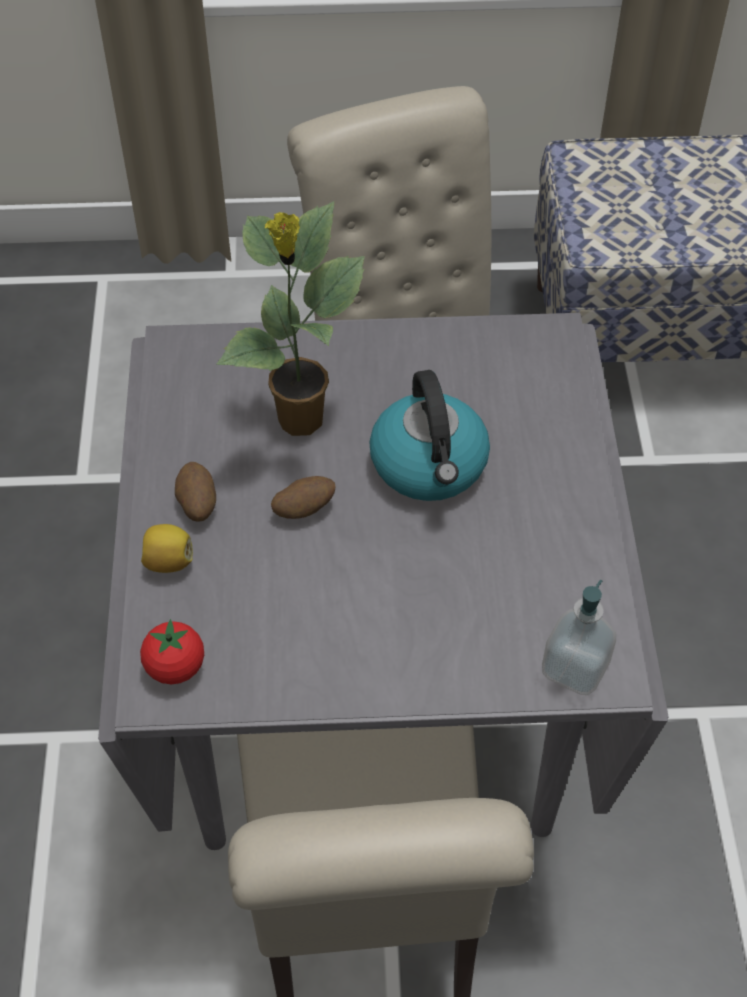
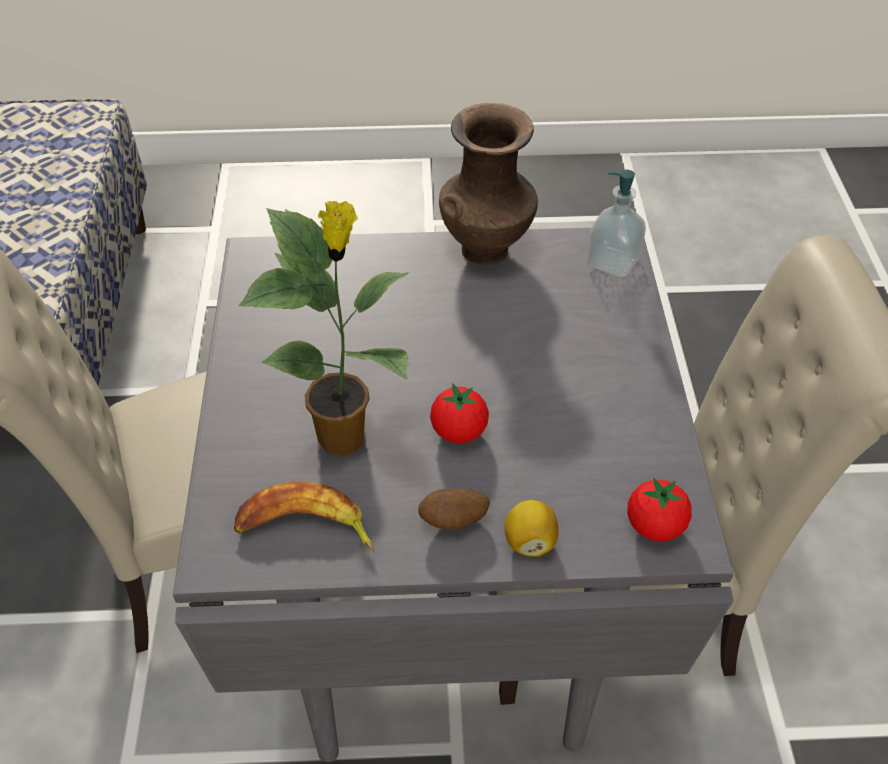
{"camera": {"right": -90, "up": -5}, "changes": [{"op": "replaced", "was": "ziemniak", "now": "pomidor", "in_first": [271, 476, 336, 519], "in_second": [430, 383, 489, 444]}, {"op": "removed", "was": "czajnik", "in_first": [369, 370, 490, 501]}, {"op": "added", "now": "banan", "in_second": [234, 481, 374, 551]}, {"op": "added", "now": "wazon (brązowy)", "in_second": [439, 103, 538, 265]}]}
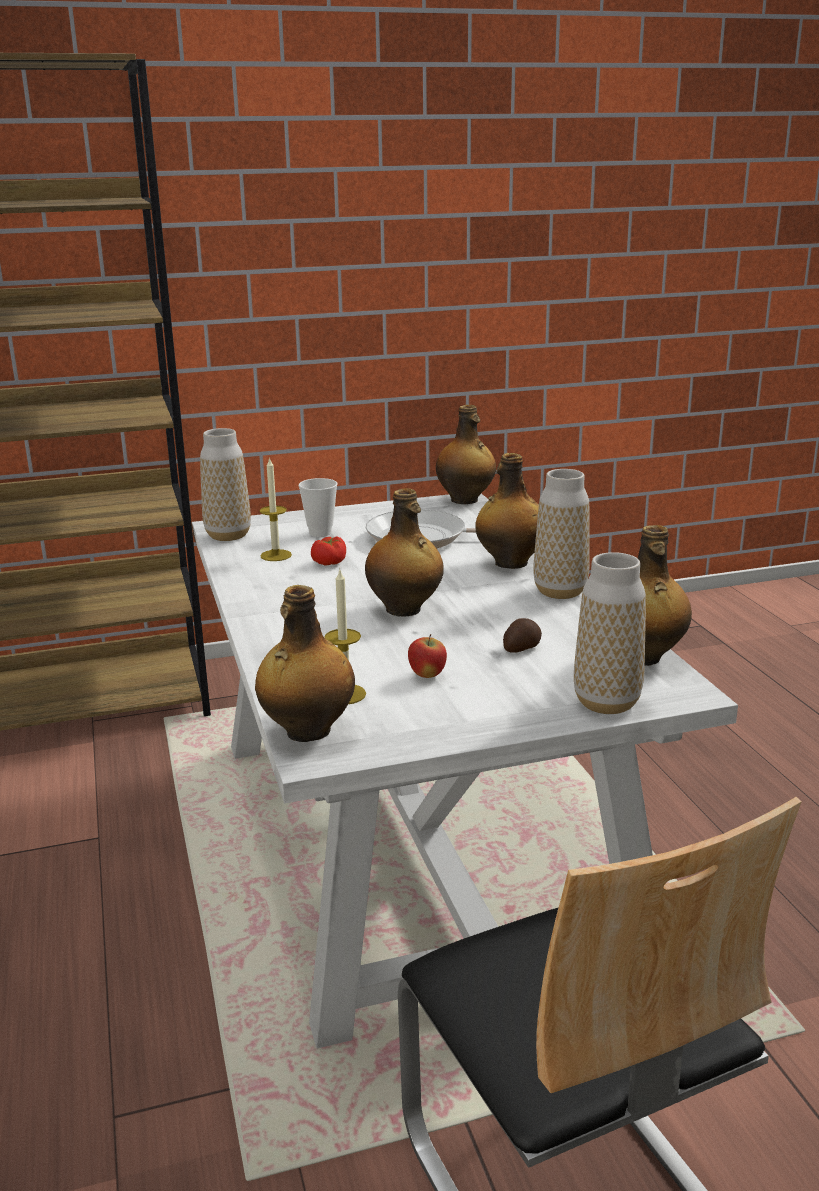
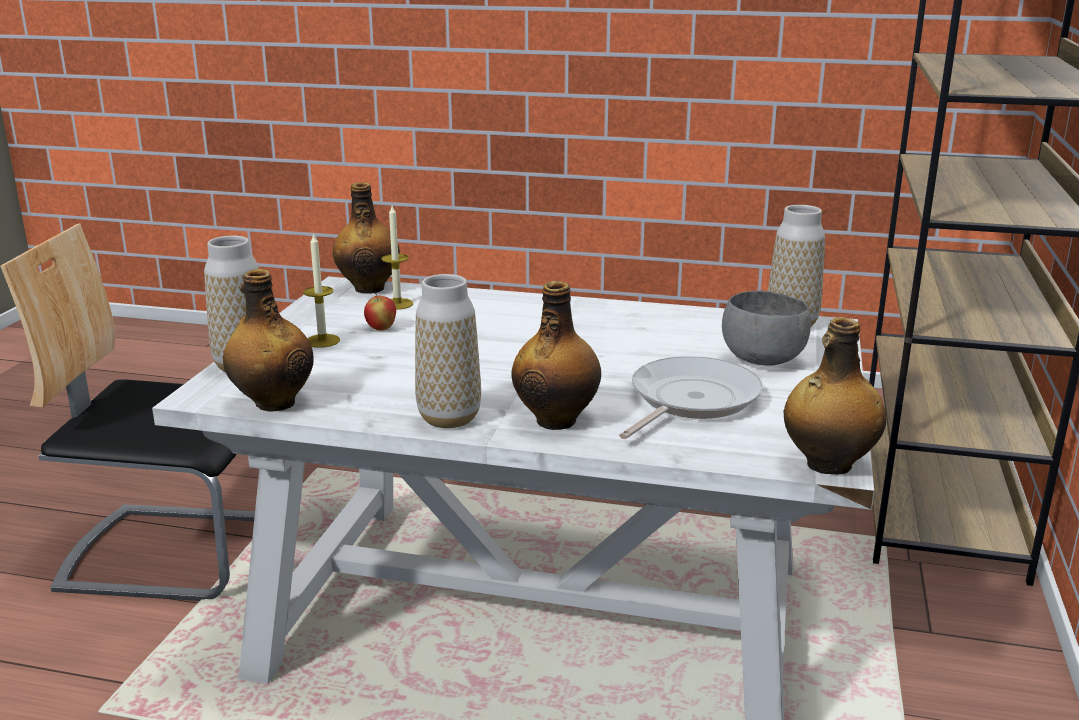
{"camera": {"right": 120, "up": 0}, "changes": [{"op": "moved", "was": "świeca", "in_first": [259, 457, 292, 561], "in_second": [303, 233, 340, 348]}, {"op": "replaced", "was": "filiżanka", "now": "miska (szary)", "in_first": [299, 478, 337, 537], "in_second": [722, 291, 811, 366]}, {"op": "removed", "was": "pomidor", "in_first": [311, 537, 346, 566]}, {"op": "removed", "was": "butelka", "in_first": [365, 488, 444, 617]}, {"op": "removed", "was": "ziemniak", "in_first": [503, 618, 542, 653]}]}
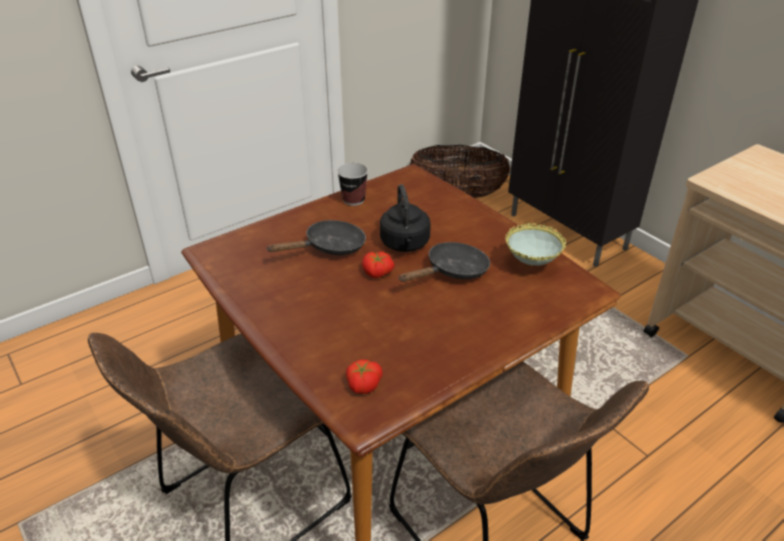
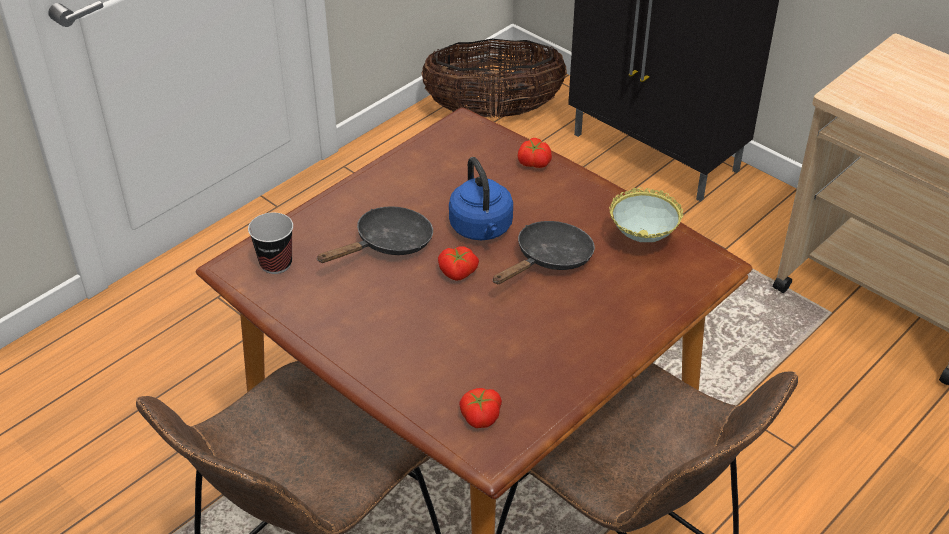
{"camera": {"right": -10, "up": 5}, "changes": [{"op": "moved", "was": "filiżanka", "in_first": [337, 163, 368, 206], "in_second": [248, 213, 293, 274]}, {"op": "recoloured", "was": "czajnik (czarny)", "now": "czajnik (niebieski)", "in_first": [380, 184, 431, 252], "in_second": [449, 157, 513, 240]}, {"op": "added", "now": "pomidor", "in_second": [518, 138, 552, 168]}]}
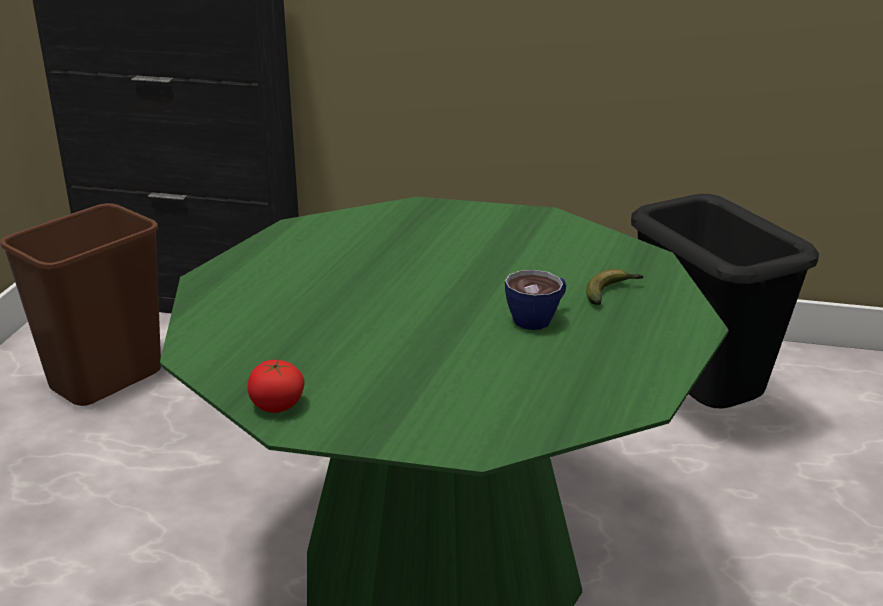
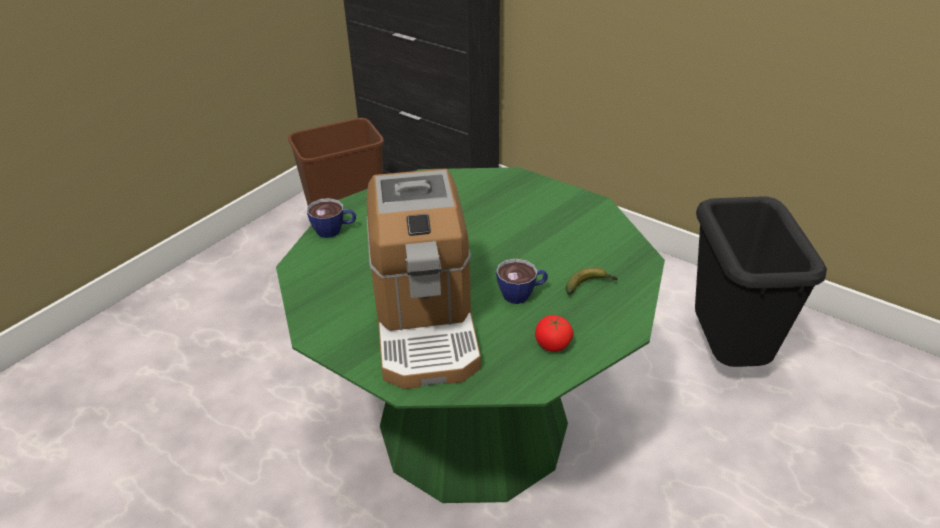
{"camera": {"right": 25, "up": 10}, "changes": [{"op": "moved", "was": "pomidor", "in_first": [248, 360, 304, 413], "in_second": [535, 315, 574, 352]}, {"op": "added", "now": "filiżanka", "in_second": [307, 198, 356, 238]}, {"op": "added", "now": "ekspres do kawy", "in_second": [367, 168, 481, 389]}]}
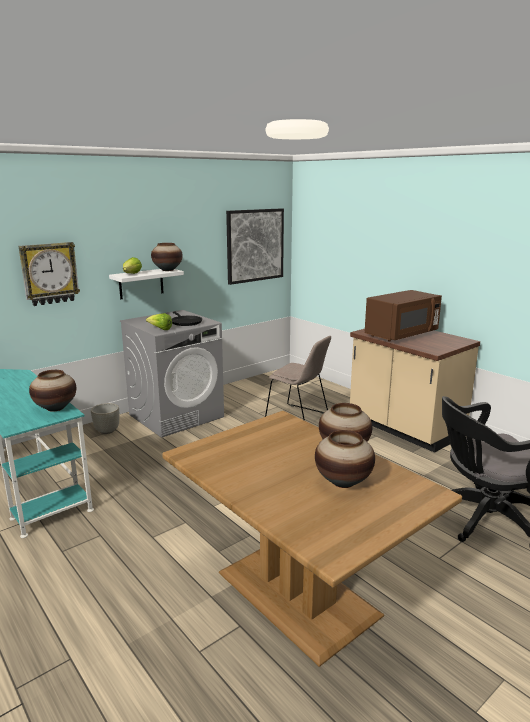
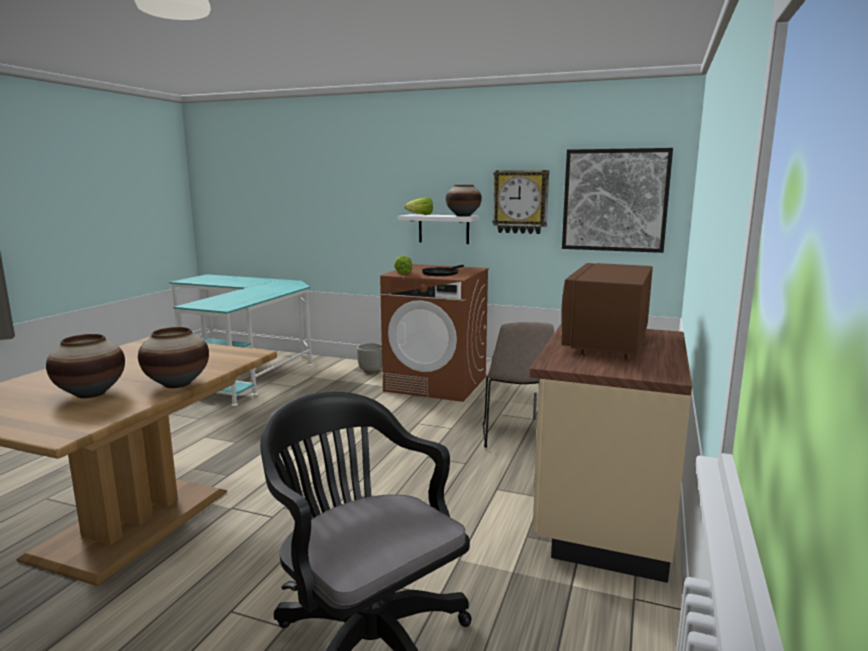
{"camera": {"right": 60, "up": -5}, "changes": [{"op": "moved", "was": "zegar ścienny", "in_first": [19, 242, 80, 306], "in_second": [492, 170, 549, 234]}, {"op": "removed", "was": "wazon", "in_first": [29, 370, 76, 412]}, {"op": "recoloured", "was": "pralka (szary)", "now": "pralka (brązowy)", "in_first": [120, 310, 224, 438], "in_second": [380, 264, 489, 402]}, {"op": "turned", "was": "mikrofalówka (brązowy)", "in_first": [364, 290, 442, 342], "in_second": [561, 263, 653, 359], "clockwise": 90}]}
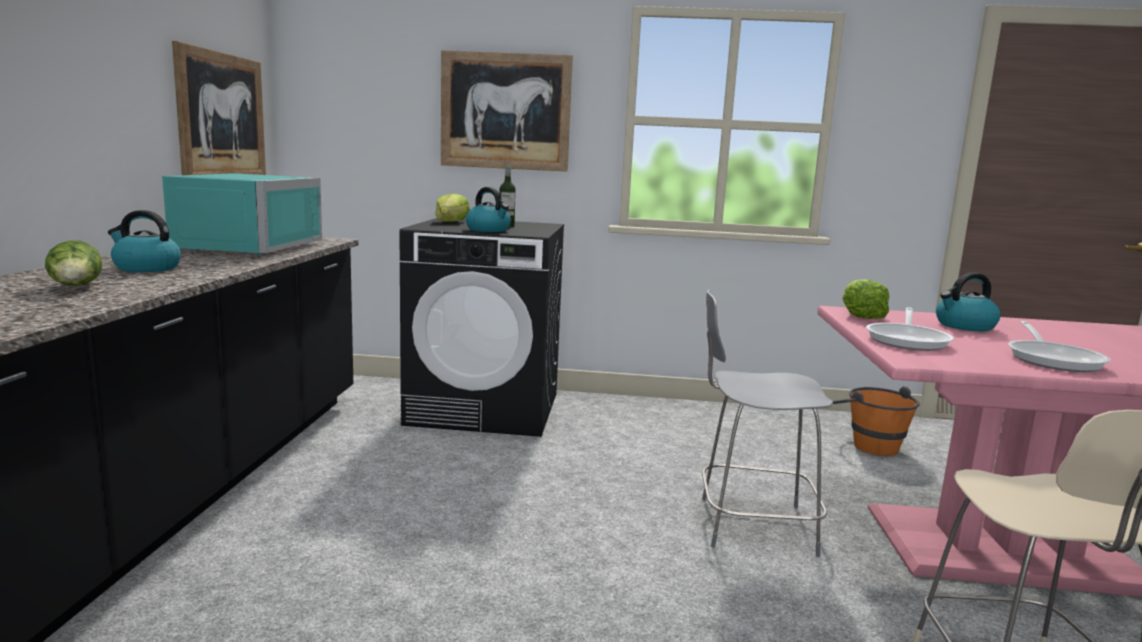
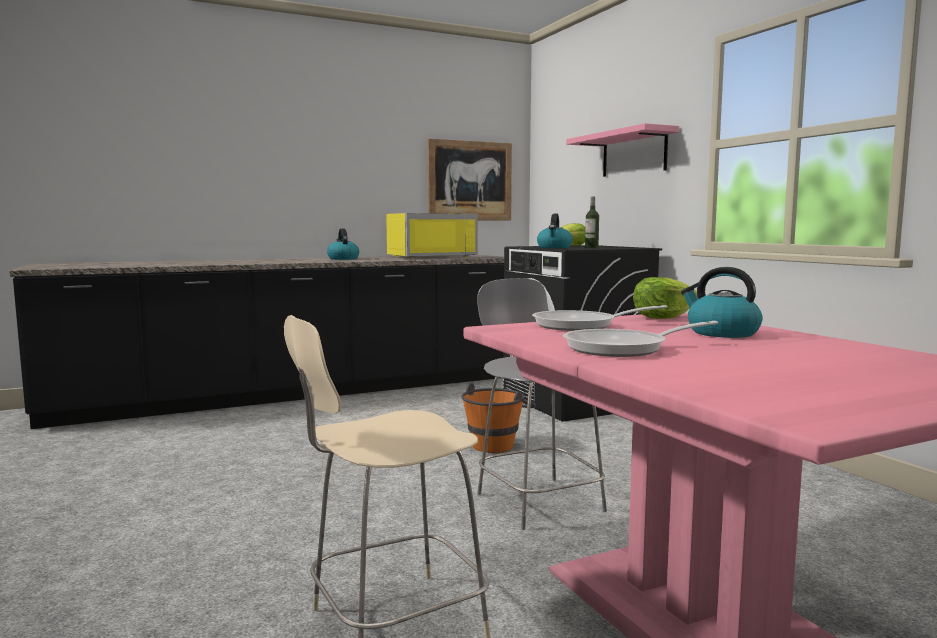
{"camera": {"right": 60, "up": -5}, "changes": [{"op": "removed", "was": "sałata", "in_first": [45, 240, 102, 286]}, {"op": "recoloured", "was": "mikrofalówka (turkusowy)", "now": "mikrofalówka (żółty)", "in_first": [162, 173, 322, 256], "in_second": [386, 213, 478, 259]}, {"op": "replaced", "was": "obraz", "now": "półka (różowy)", "in_first": [441, 50, 573, 172], "in_second": [566, 123, 679, 177]}, {"op": "moved", "was": "wiadro (pomarańczowy)", "in_first": [833, 386, 920, 456], "in_second": [461, 383, 536, 453]}]}
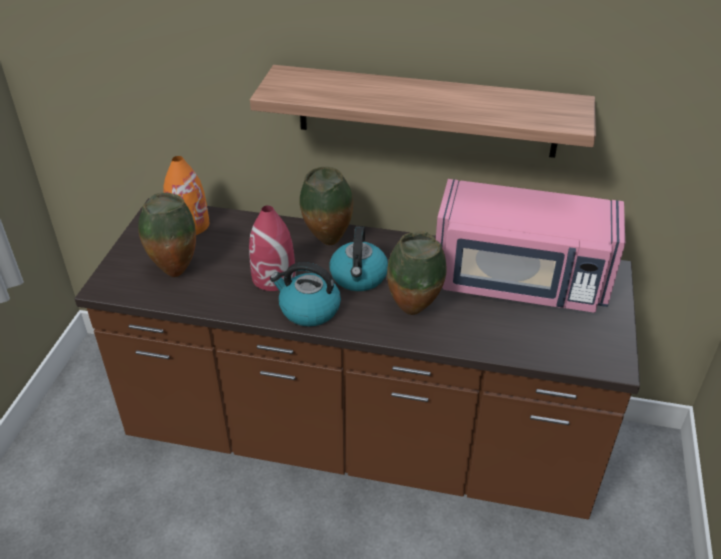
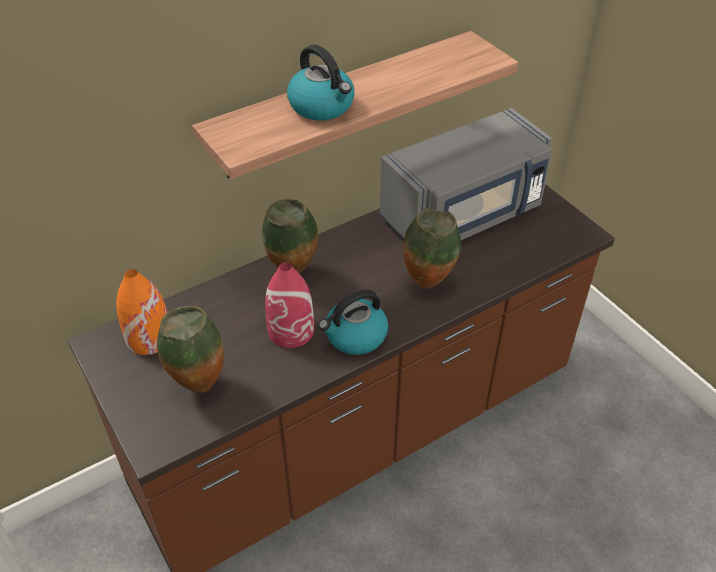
{"camera": {"right": -45, "up": 5}, "changes": [{"op": "moved", "was": "czajnik", "in_first": [329, 226, 388, 291], "in_second": [287, 45, 355, 121]}, {"op": "recoloured", "was": "mikrofalówka (różowy)", "now": "mikrofalówka (szary)", "in_first": [436, 179, 625, 313], "in_second": [380, 108, 553, 240]}]}
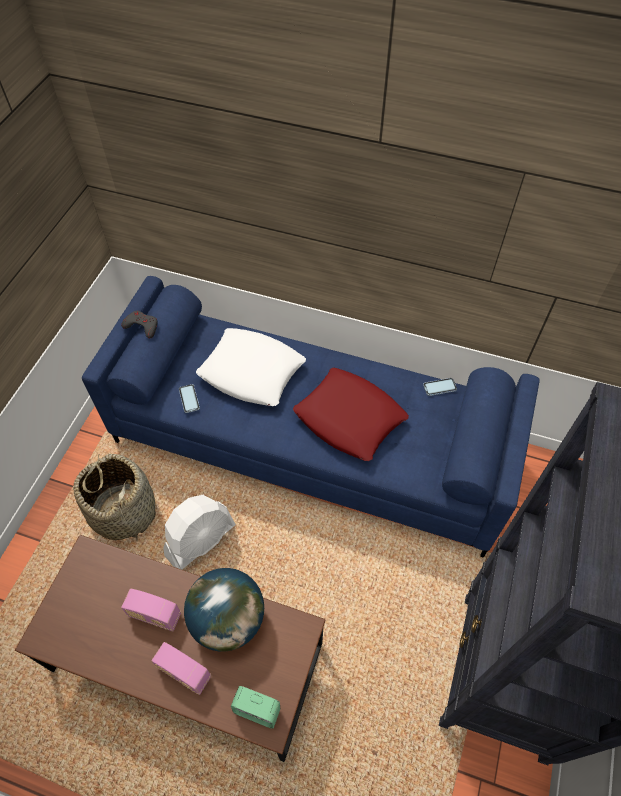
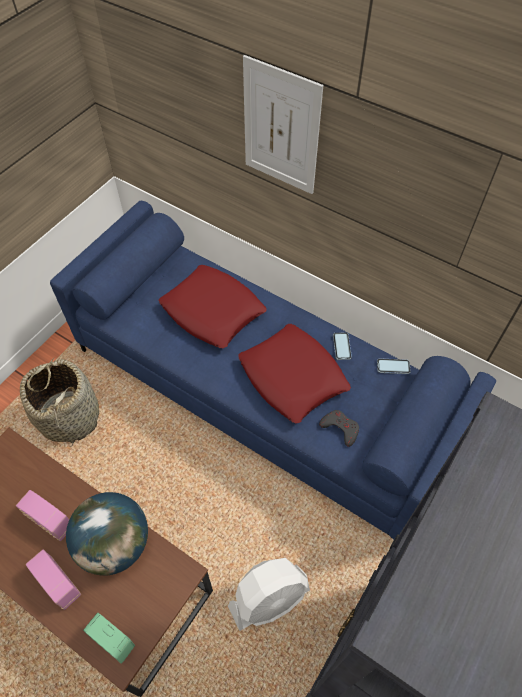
{"camera": {"right": 15, "up": 0}, "changes": [{"op": "moved", "was": "pad do gier (szary)", "in_first": [121, 311, 157, 338], "in_second": [319, 410, 359, 447]}, {"op": "moved", "was": "wentylator (biały)", "in_first": [163, 495, 236, 570], "in_second": [228, 558, 310, 631]}, {"op": "moved", "was": "telefon", "in_first": [179, 384, 200, 413], "in_second": [333, 332, 352, 360]}, {"op": "recoloured", "was": "poduszka (biały)", "now": "poduszka (czerwony)", "in_first": [196, 328, 306, 406], "in_second": [159, 265, 267, 348]}, {"op": "added", "now": "obraz", "in_second": [243, 55, 323, 194]}]}
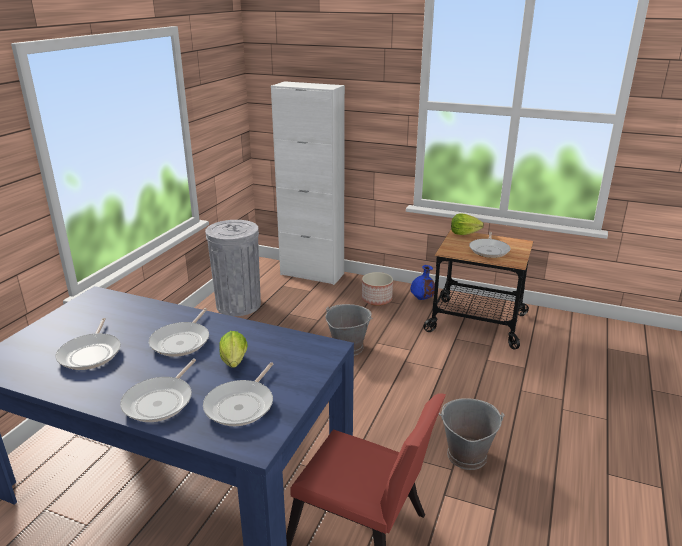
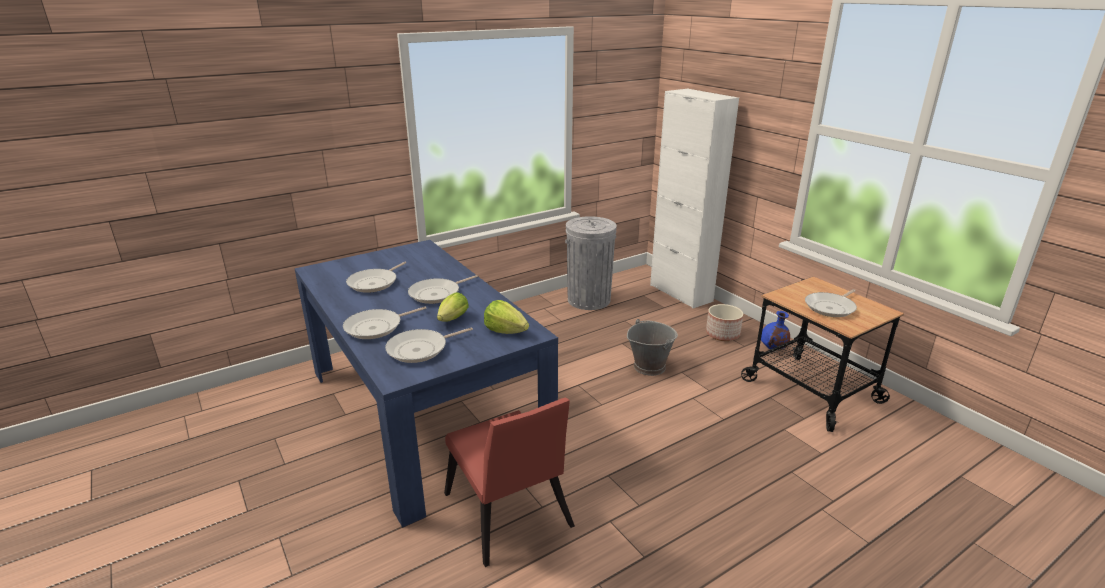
{"camera": {"right": 35, "up": 0}, "changes": [{"op": "removed", "was": "wiadro (szary)", "in_first": [439, 398, 505, 470]}, {"op": "moved", "was": "sałata", "in_first": [451, 214, 484, 235], "in_second": [484, 300, 529, 334]}]}
